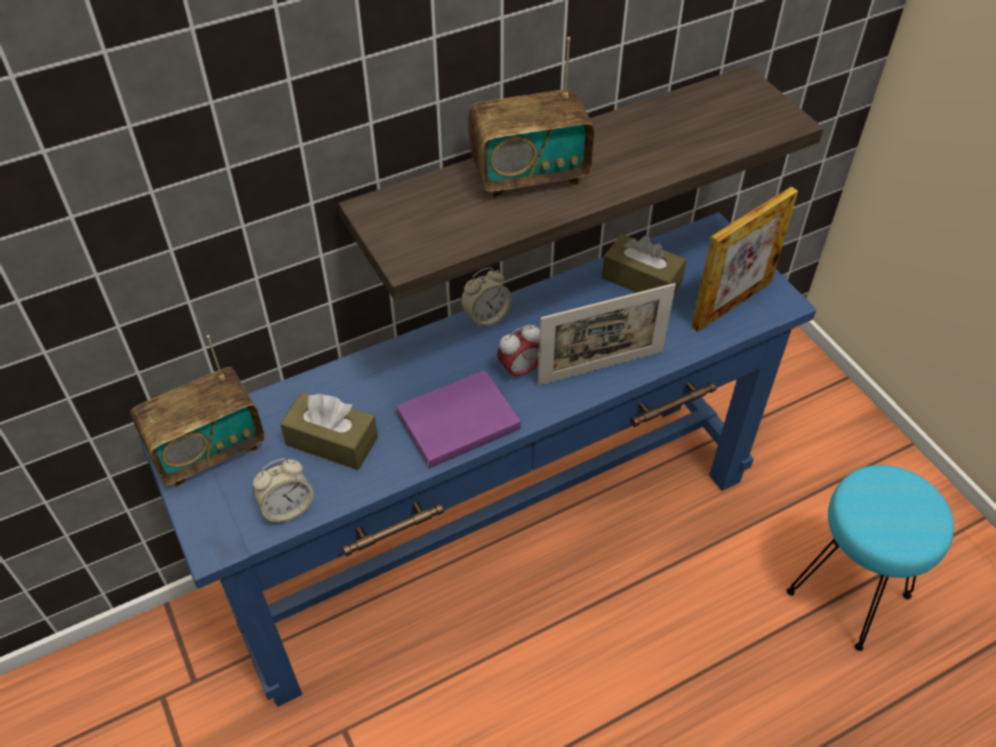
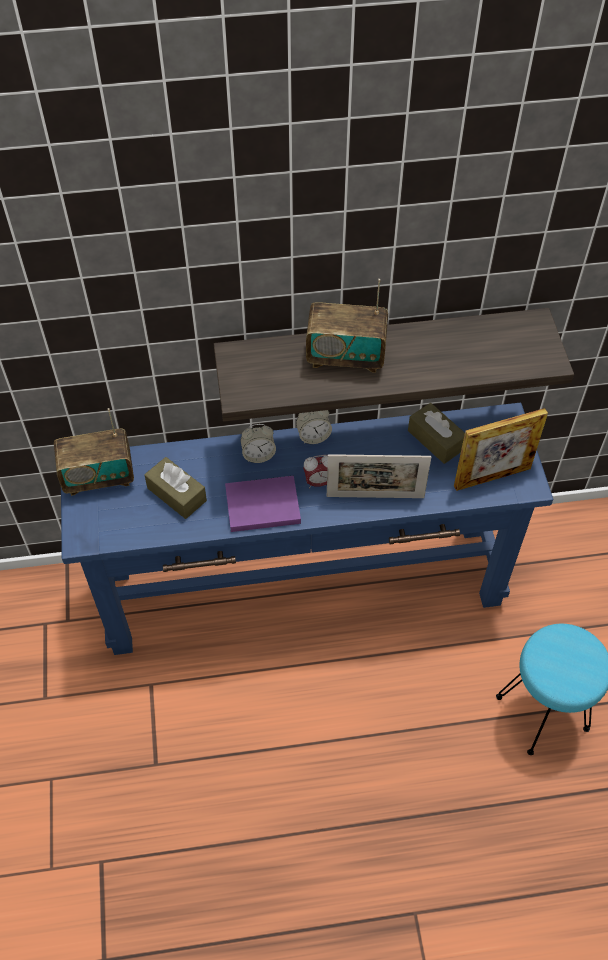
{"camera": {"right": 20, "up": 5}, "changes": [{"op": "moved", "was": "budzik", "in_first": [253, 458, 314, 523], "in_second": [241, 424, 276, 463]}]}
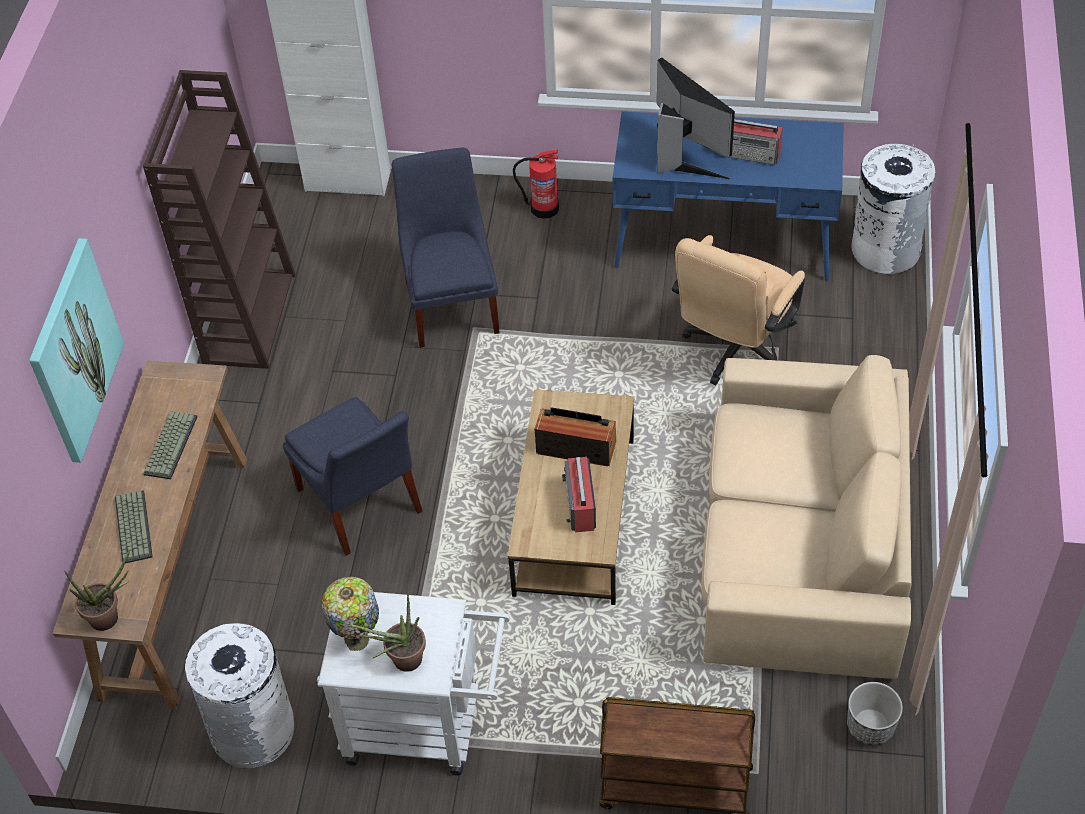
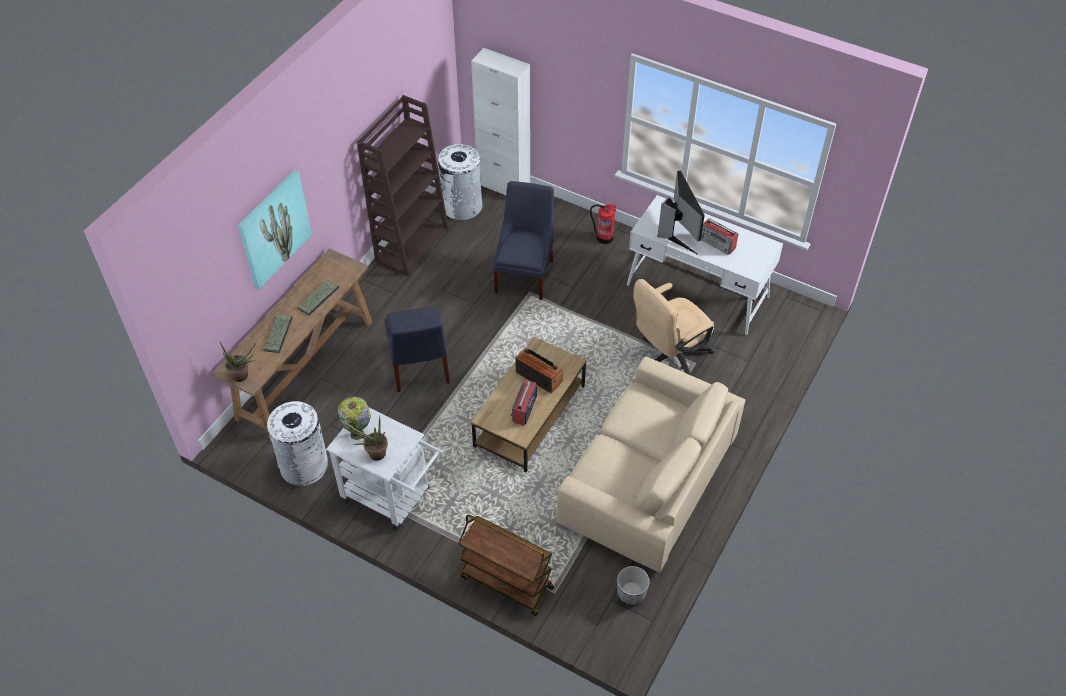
{"camera": {"right": 20, "up": 0}, "changes": [{"op": "recoloured", "was": "biurko (niebieski)", "now": "biurko (biały)", "in_first": [613, 111, 844, 281], "in_second": [627, 195, 783, 335]}, {"op": "moved", "was": "kosz na śmieci (biały)", "in_first": [851, 144, 935, 274], "in_second": [438, 144, 483, 220]}]}
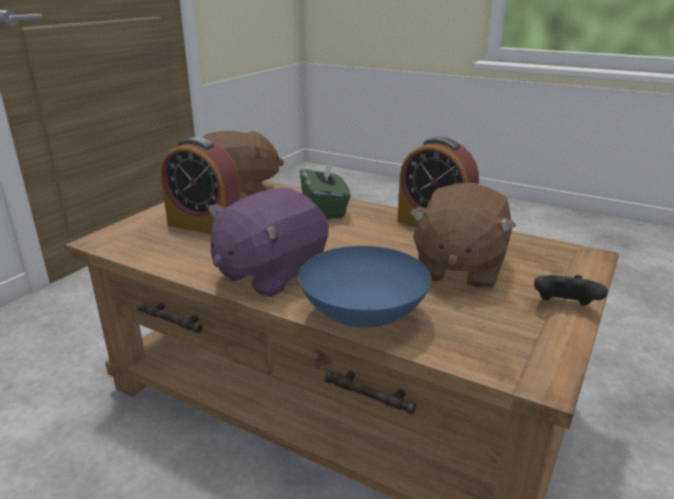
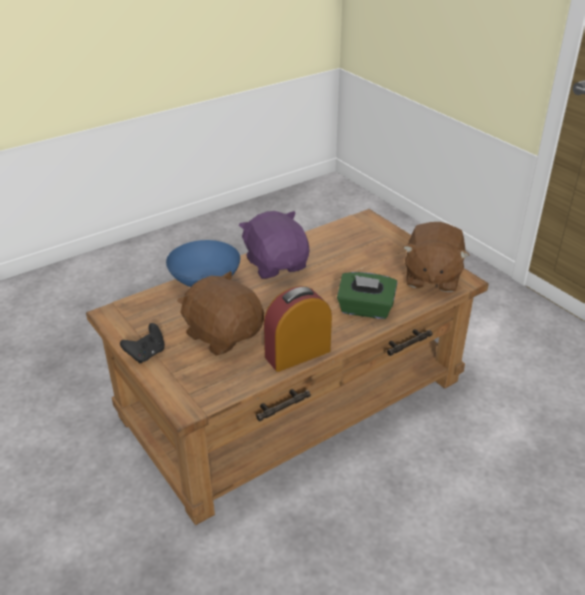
{"camera": {"right": 115, "up": 10}, "changes": [{"op": "removed", "was": "budzik", "in_first": [161, 137, 241, 234]}]}
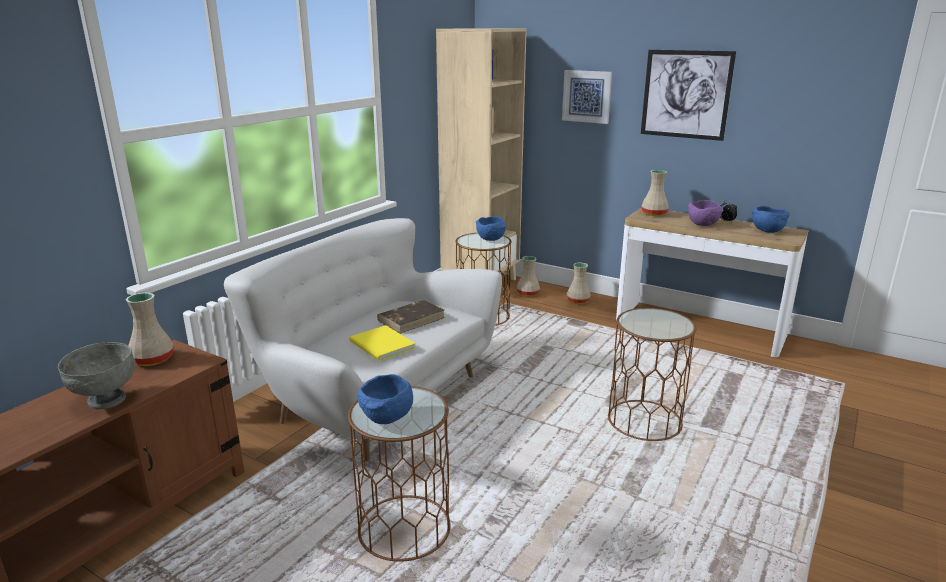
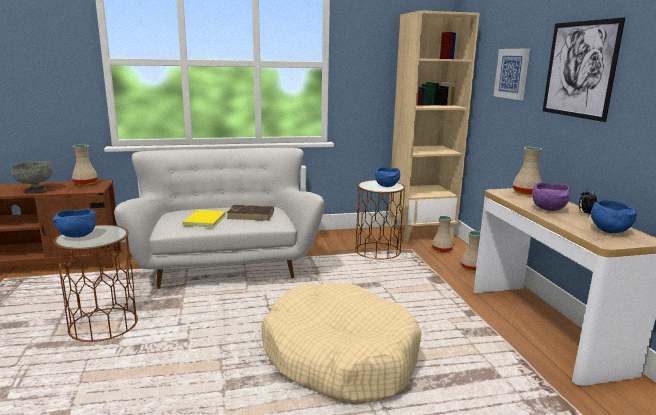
{"camera": {"right": 45, "up": -5}, "changes": [{"op": "replaced", "was": "stolik (brązowy)", "now": "legowisko (beżowy)", "in_first": [608, 308, 696, 441], "in_second": [262, 283, 421, 404]}]}
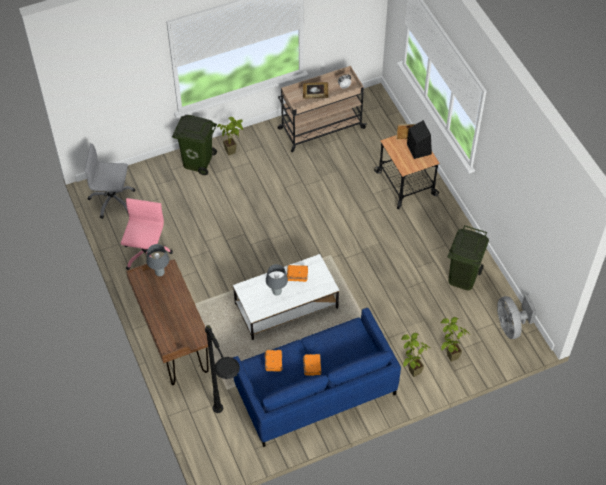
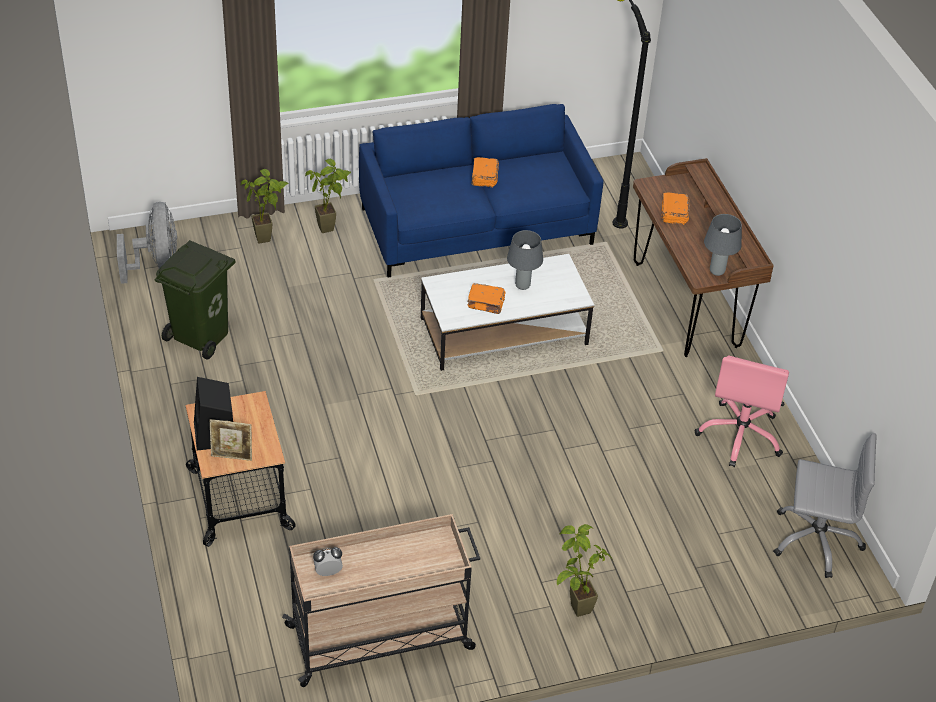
{"camera": {"right": -175, "up": -10}, "changes": [{"op": "removed", "was": "kosz na śmieci (zielony)", "in_first": [172, 115, 217, 175]}, {"op": "moved", "was": "książka (pomarańczowy)", "in_first": [265, 350, 283, 372], "in_second": [661, 193, 689, 225]}, {"op": "removed", "was": "ramka na zdjęcie", "in_first": [303, 82, 328, 99]}]}
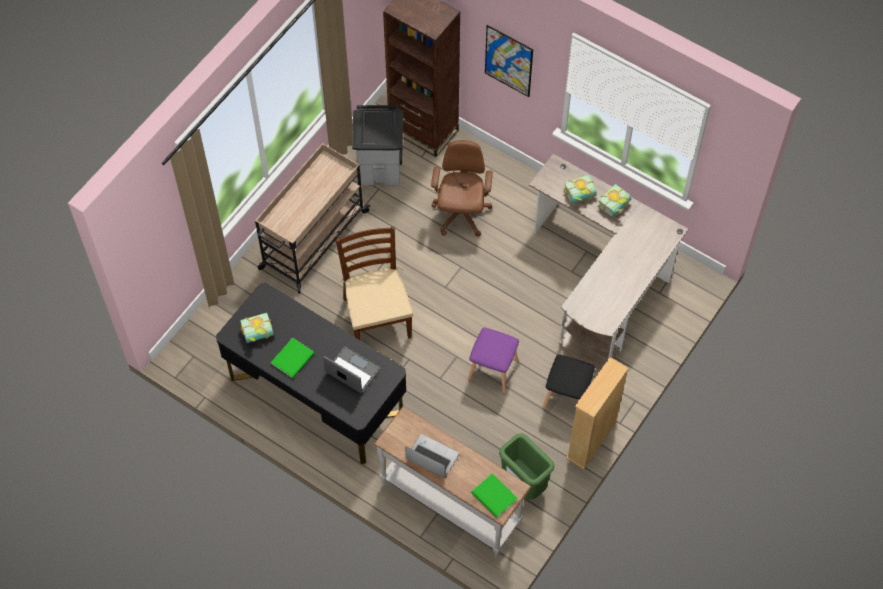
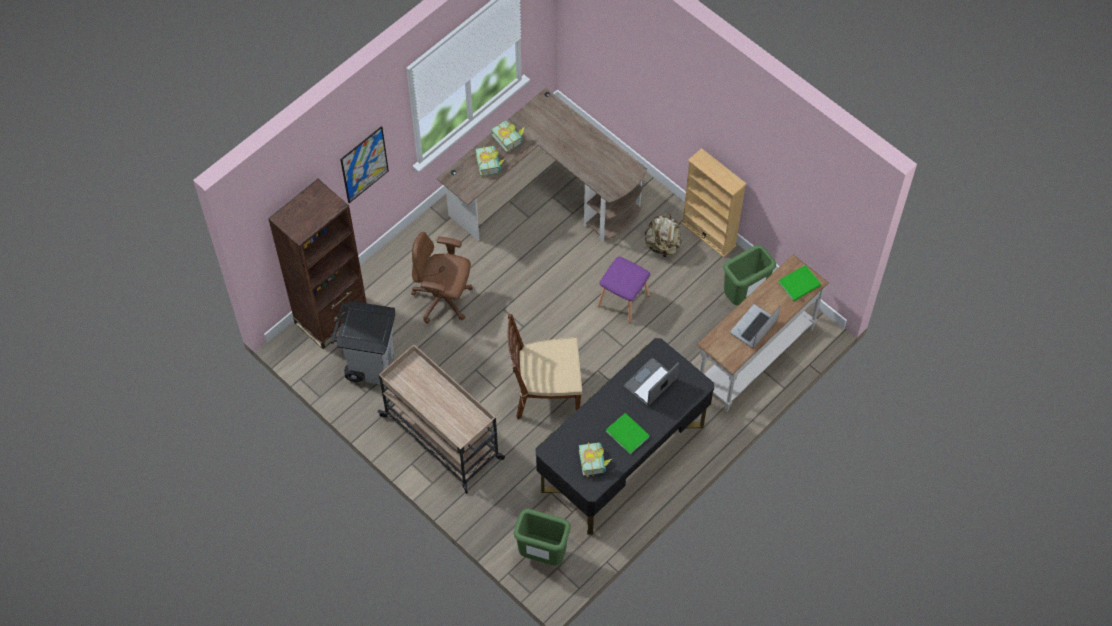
{"camera": {"right": -80, "up": 0}, "changes": [{"op": "replaced", "was": "stołek (czarny)", "now": "plecak (beżowy)", "in_first": [542, 355, 595, 409], "in_second": [645, 214, 682, 257]}, {"op": "added", "now": "kosz na śmieci (zielony)", "in_second": [514, 509, 571, 566]}]}
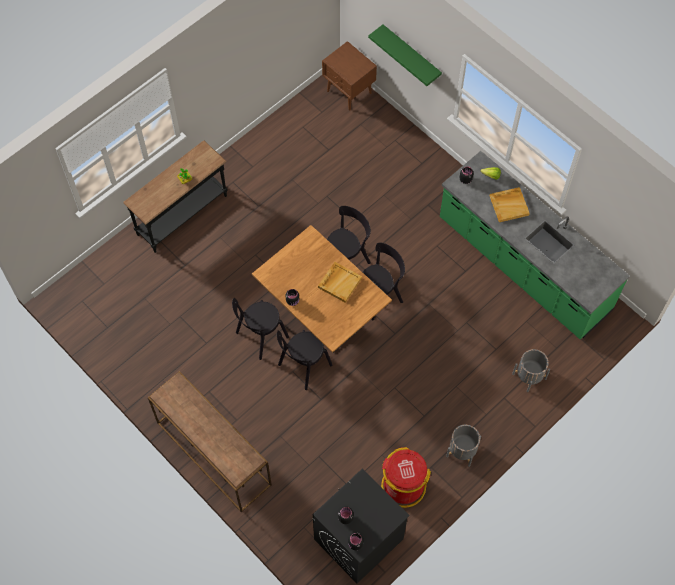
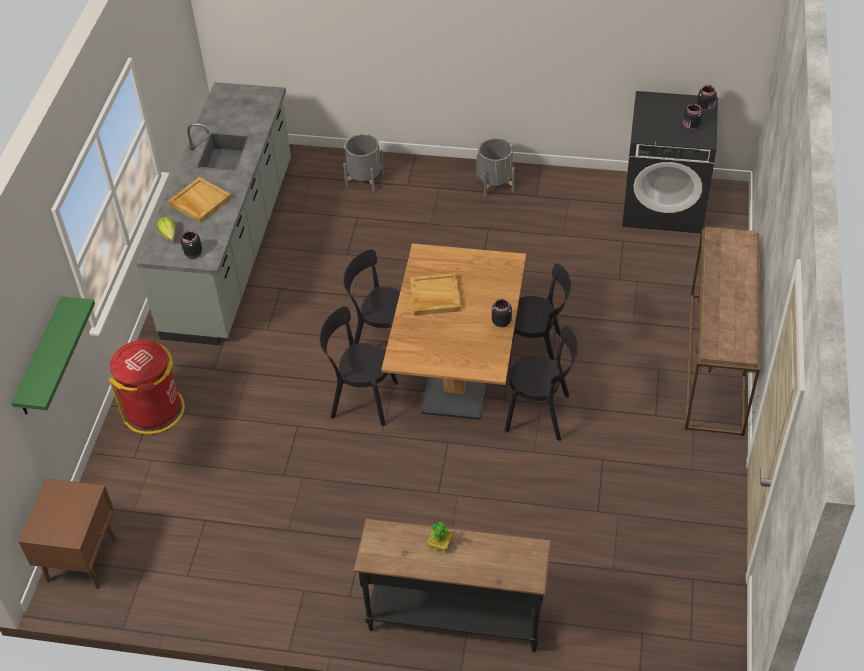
{"camera": {"right": -125, "up": -15}, "changes": [{"op": "moved", "was": "kosz na śmieci (czerwony)", "in_first": [381, 447, 431, 508], "in_second": [109, 340, 185, 434]}, {"op": "recoloured", "was": "zabudowa kuchenna (zielony)", "now": "zabudowa kuchenna (szary)", "in_first": [440, 151, 630, 339], "in_second": [136, 82, 291, 345]}]}
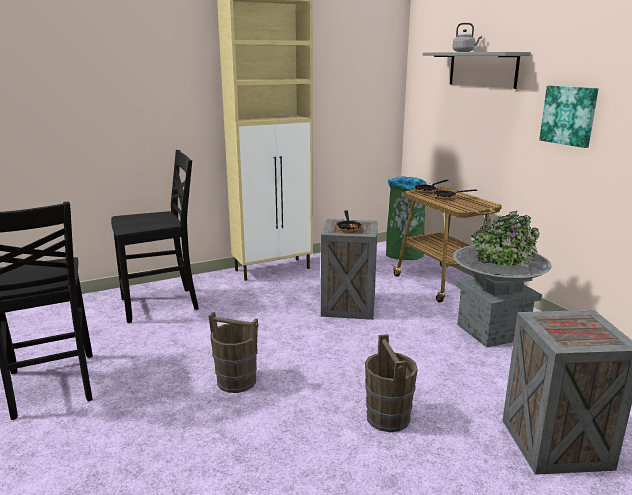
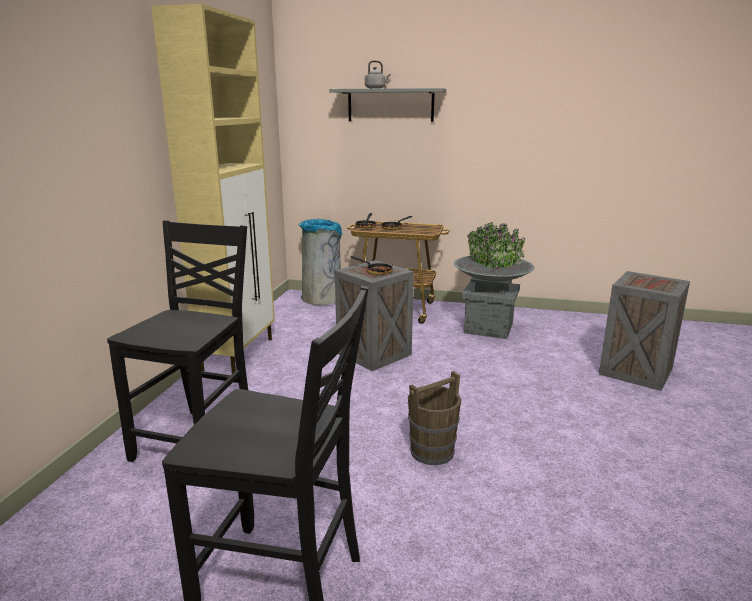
{"camera": {"right": -50, "up": 0}, "changes": [{"op": "removed", "was": "wiadro (brązowy)", "in_first": [365, 334, 418, 432]}, {"op": "recoloured", "was": "kosz na śmieci (zielony)", "now": "kosz na śmieci (szary)", "in_first": [386, 176, 427, 260], "in_second": [299, 219, 342, 305]}, {"op": "removed", "was": "obraz", "in_first": [539, 86, 599, 148]}]}
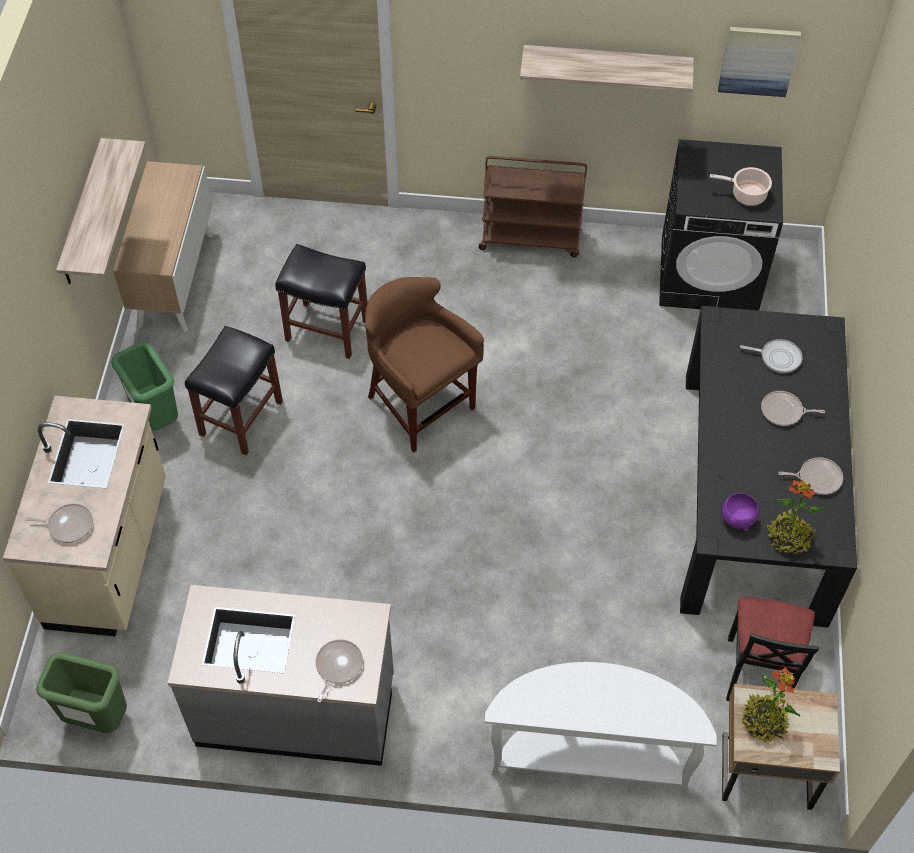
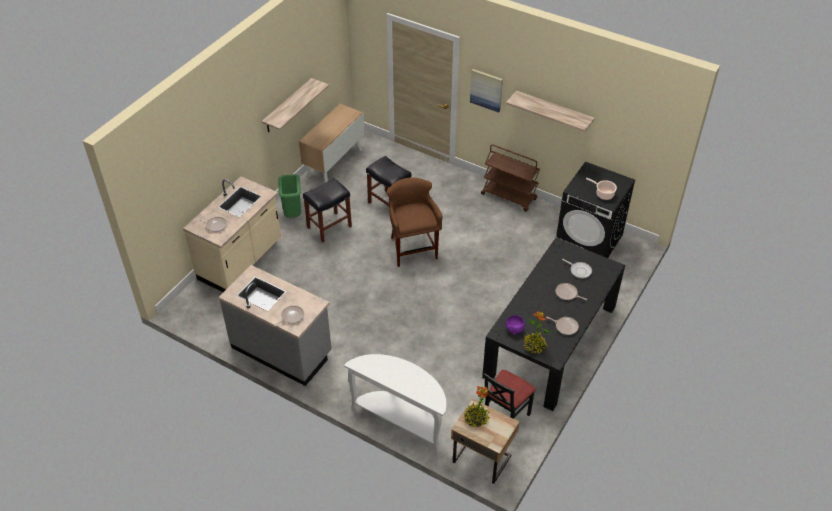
{"camera": {"right": 25, "up": -10}, "changes": [{"op": "removed", "was": "kosz na śmieci (zielony)", "in_first": [36, 652, 127, 733]}, {"op": "moved", "was": "obraz", "in_first": [718, 27, 801, 97], "in_second": [470, 69, 503, 113]}]}
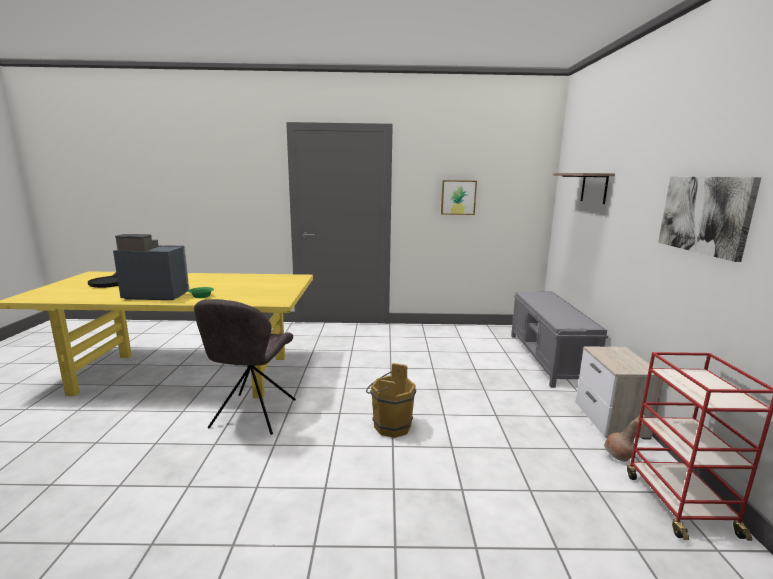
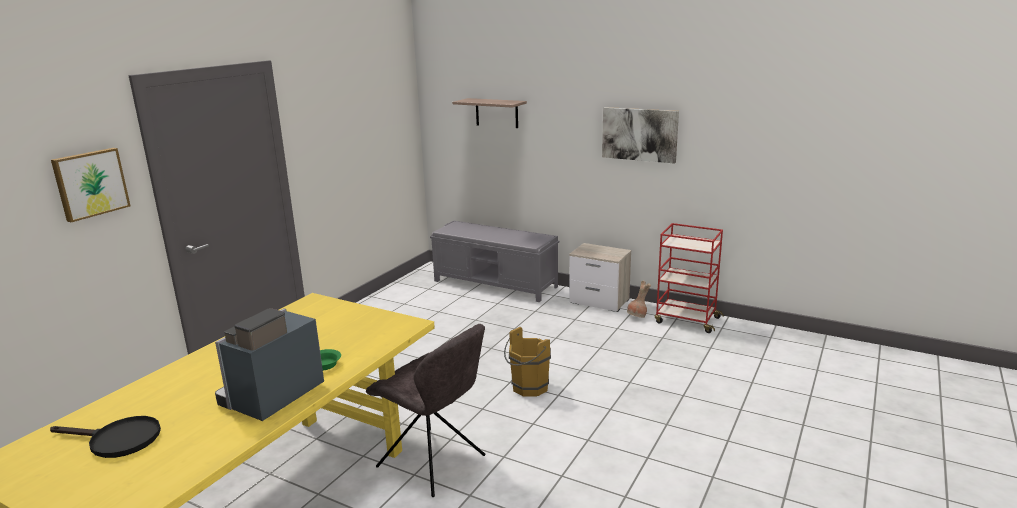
{"camera": {"right": -60, "up": 5}, "changes": [{"op": "moved", "was": "obraz", "in_first": [441, 180, 477, 215], "in_second": [51, 148, 131, 222]}]}
